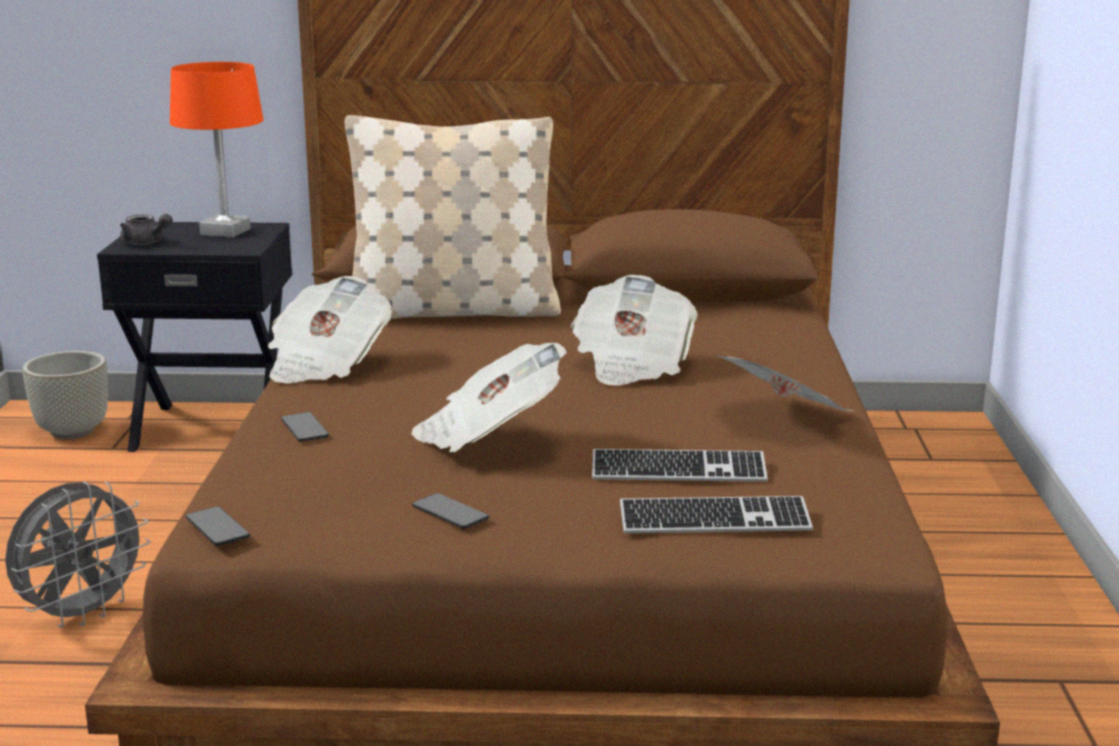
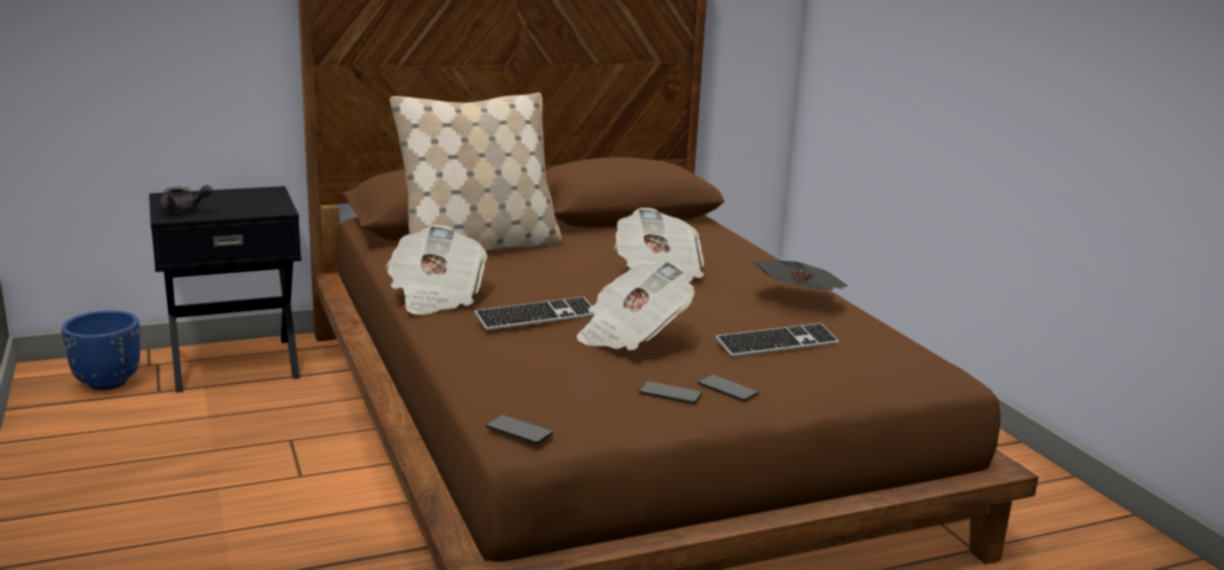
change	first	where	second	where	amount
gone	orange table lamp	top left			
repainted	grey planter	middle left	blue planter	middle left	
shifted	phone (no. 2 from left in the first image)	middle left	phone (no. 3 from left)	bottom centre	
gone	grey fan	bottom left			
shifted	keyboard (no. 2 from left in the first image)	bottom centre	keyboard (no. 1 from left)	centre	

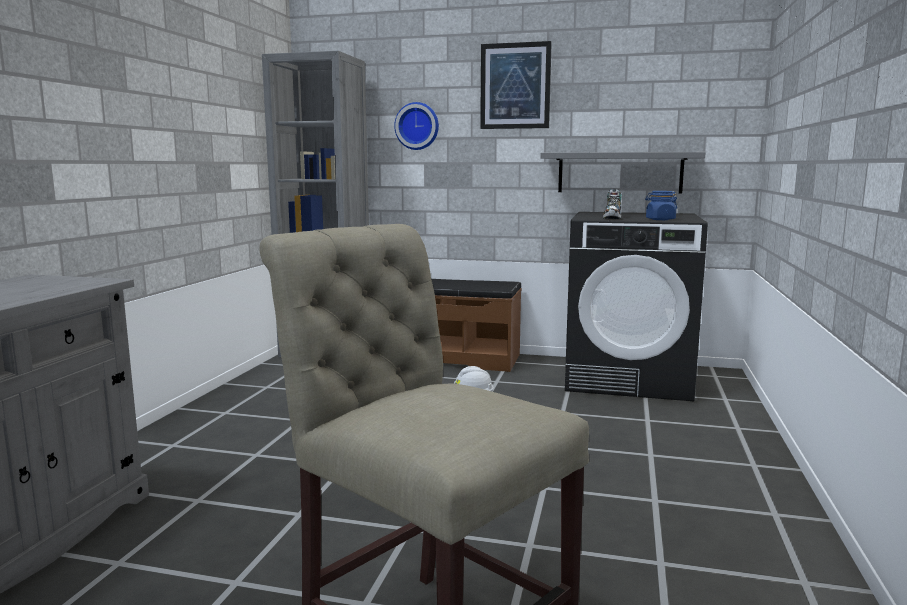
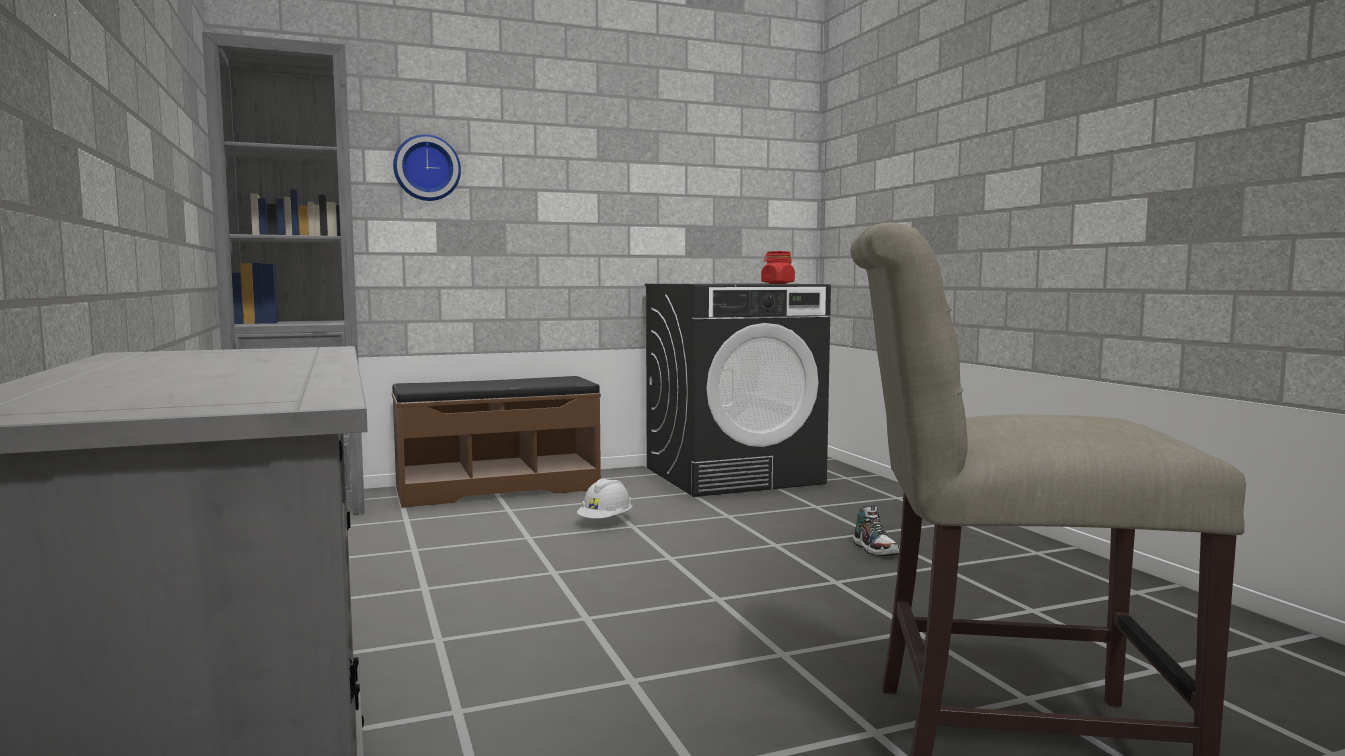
change	first	where	second	where	amount
gone	picture	top centre			
gone	grey shelf	top right			
shifted	shoe	middle right		bottom centre	
repainted	blue jar	middle right	red jar	centre	

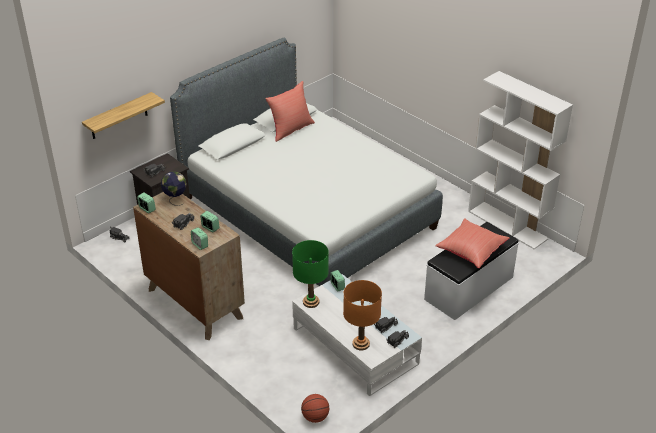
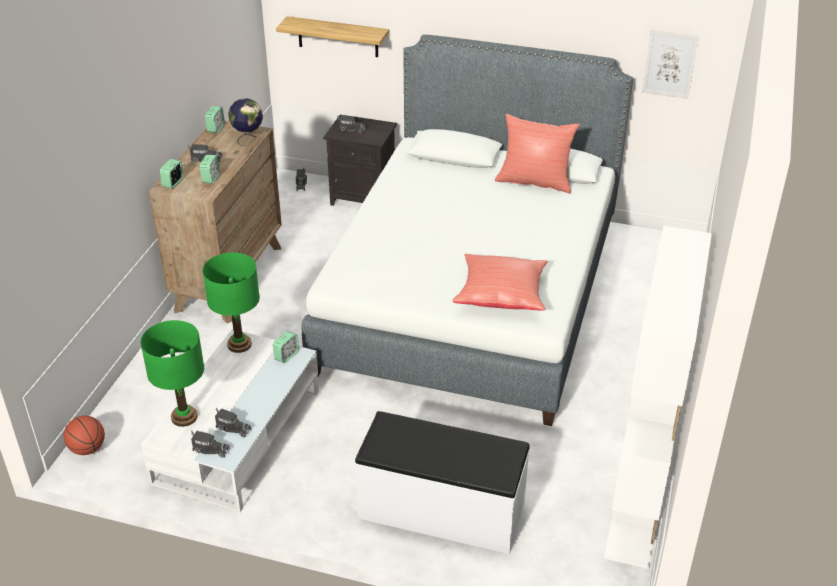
change	first	where	second	where	amount
shifted	red pillow (no. 2 from left in the first image)	middle right	red pillow (no. 1 from left)	centre	
repainted	orange table lamp	bottom centre	green table lamp (no. 1 from left)	middle left	
new			picture	top right	

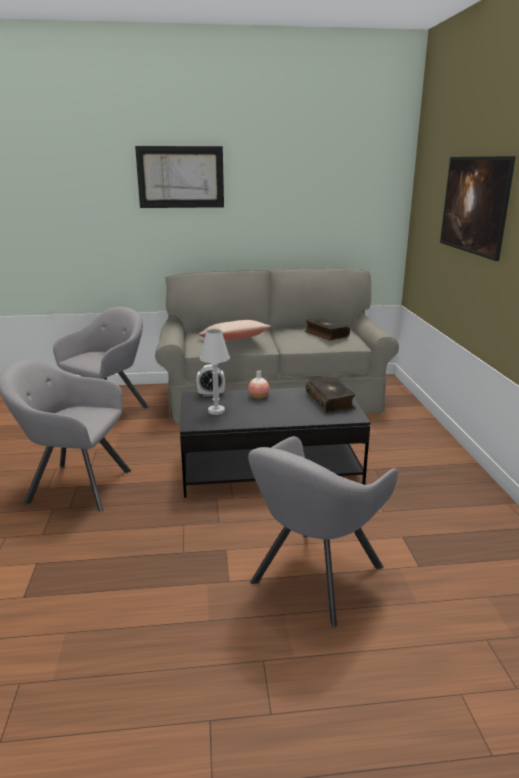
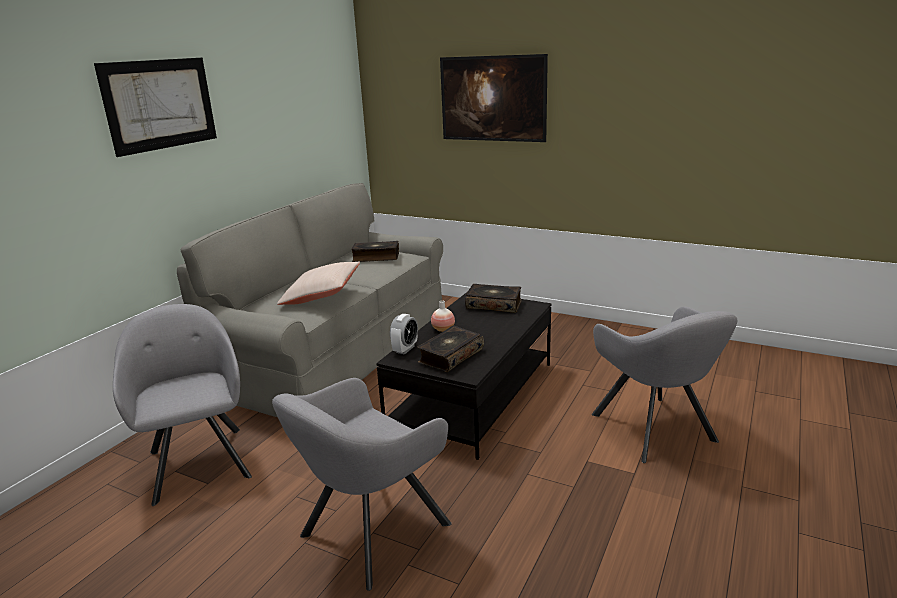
change	first	where	second	where	amount
swapped	white table lamp	centre	book (no. 2 from left)	centre	

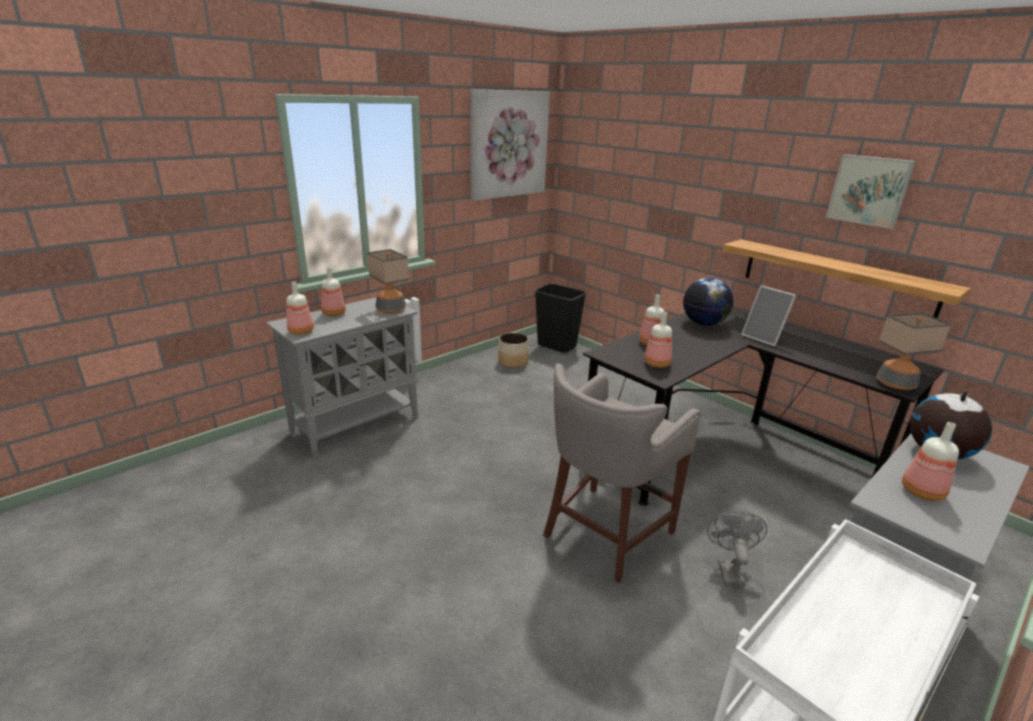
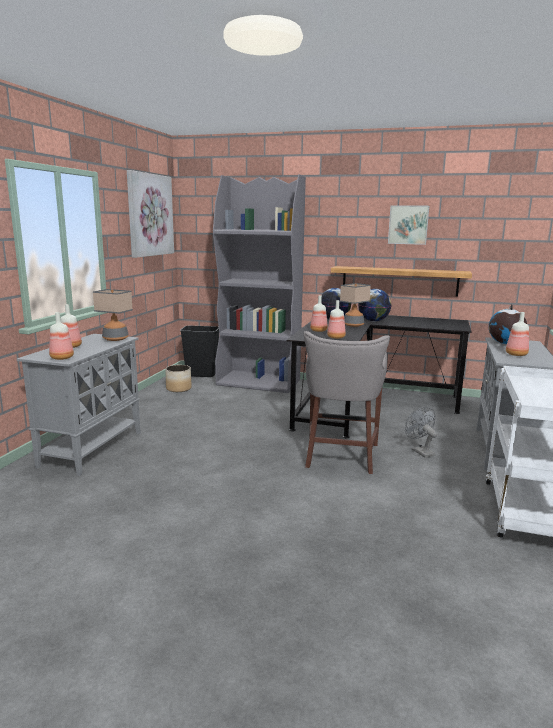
change	first	where	second	where	amount
swapped	picture frame	middle right	globe (no. 2 from left)	middle right	
shifted	table lamp (no. 2 from left)	middle right		centre	
new			grey bookcase	centre	

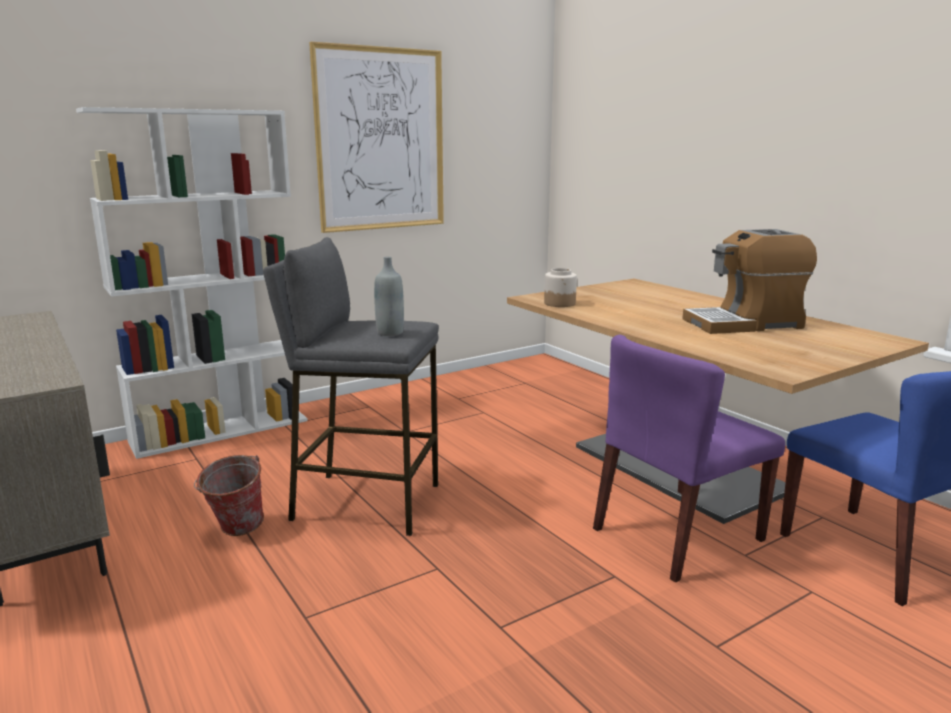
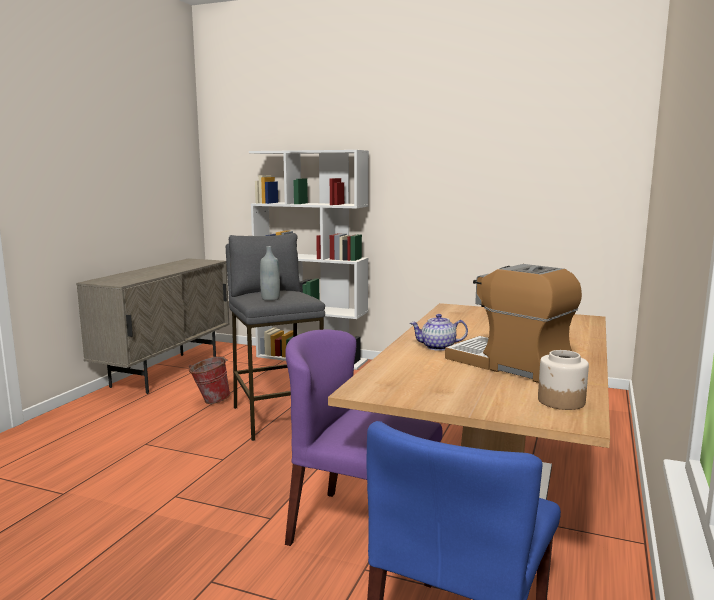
change	first	where	second	where	amount
gone	picture	top centre			
shifted	jar	centre		middle right	
new			teapot	centre	

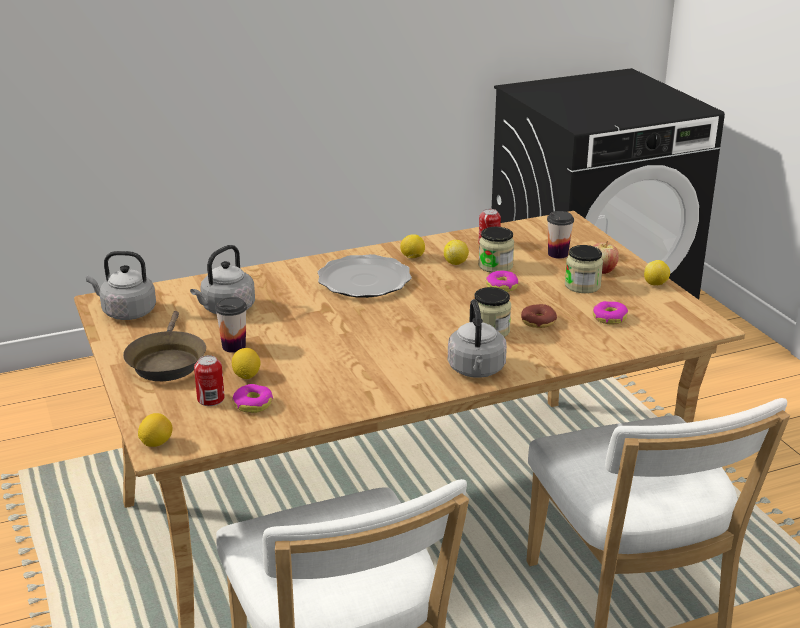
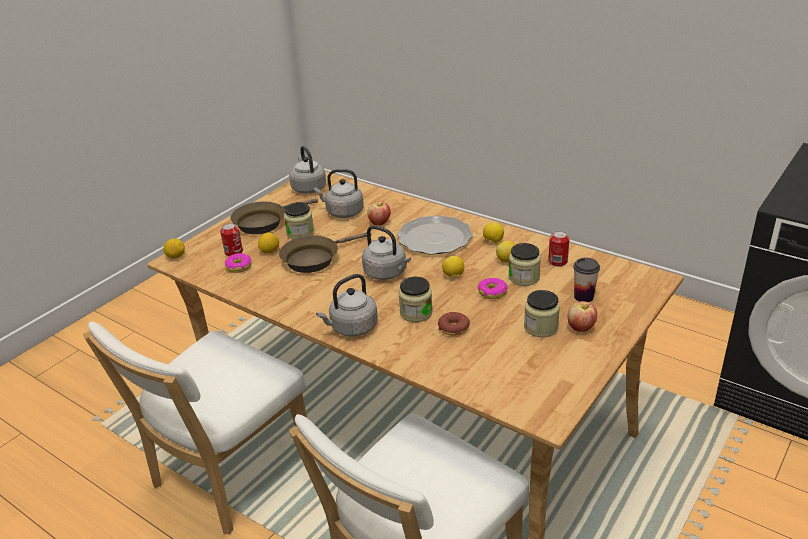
change	first	where	second	where	amount
shifted	lemon (no. 5 from left in the first image)	middle right	lemon (no. 3 from left)	centre	
swapped	cup (no. 1 from left)	middle left	jar (no. 1 from left)	centre	
gone	donut (no. 4 from left)	middle right			
new			apple (no. 1 from left)	centre	
new			grey kettle (no. 4 from left)	centre	
new			brown frying pan (no. 2 from left)	centre	

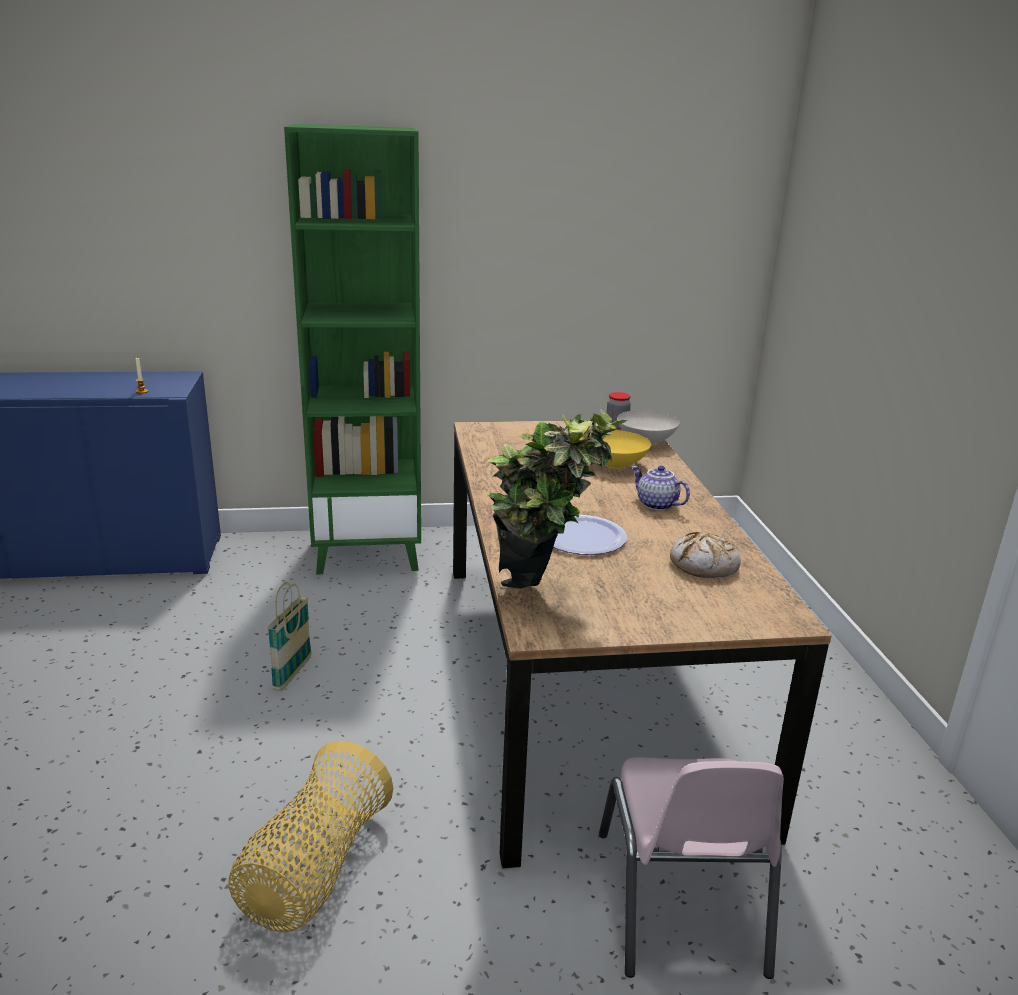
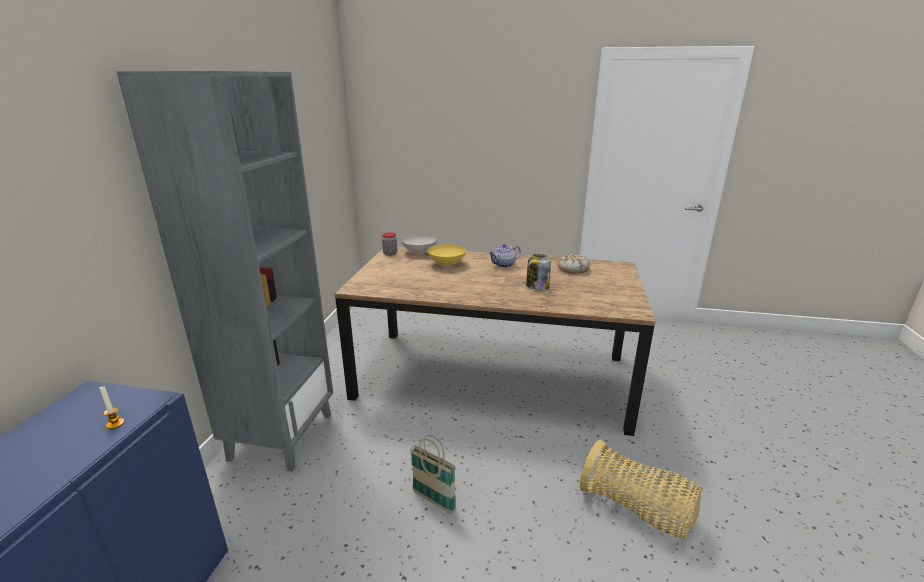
change	first	where	second	where	amount
repainted	green bookcase	centre	grey bookcase	middle left	
gone	potted plant	centre			
swapped	plate	centre	jar (no. 2 from left)	centre	
gone	pink chair	bottom right			

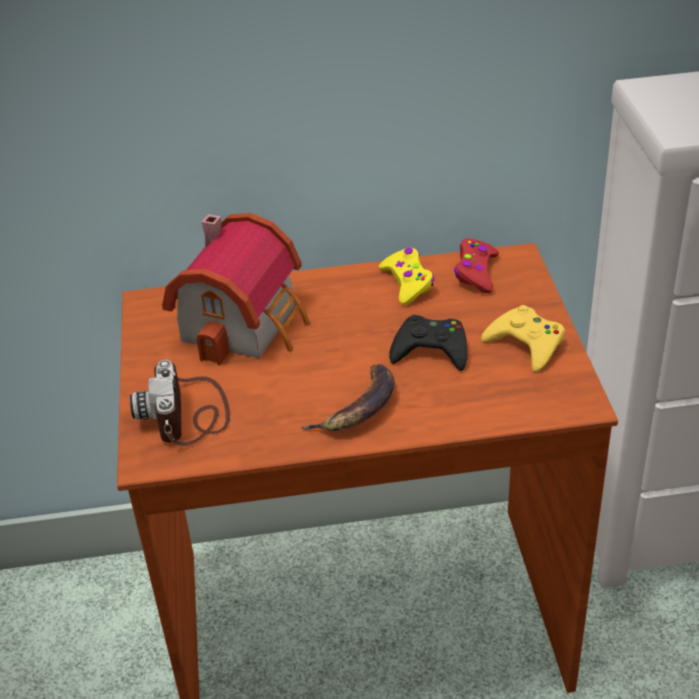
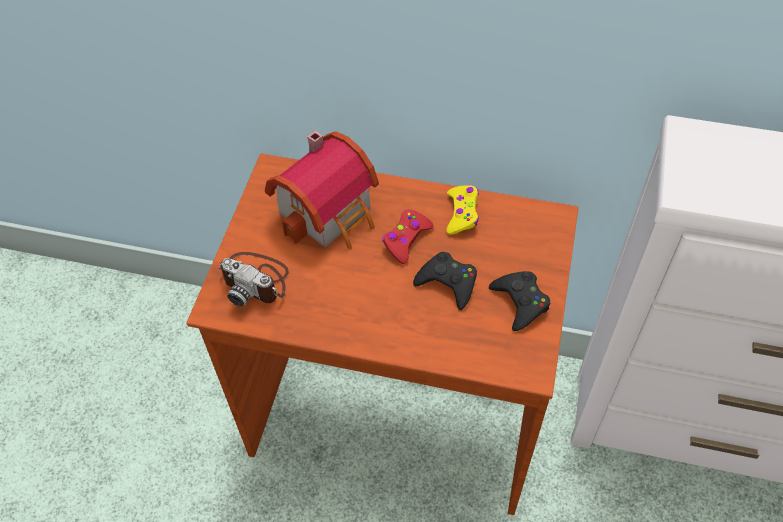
change	first	where	second	where	amount
shifted	red game controller	middle right		centre	
repainted	yellow game controller (no. 2 from left)	middle right	black game controller (no. 2 from left)	centre	
rotated	photo camera	middle left		middle left	75 degrees counterclockwise
gone	banana	centre			

